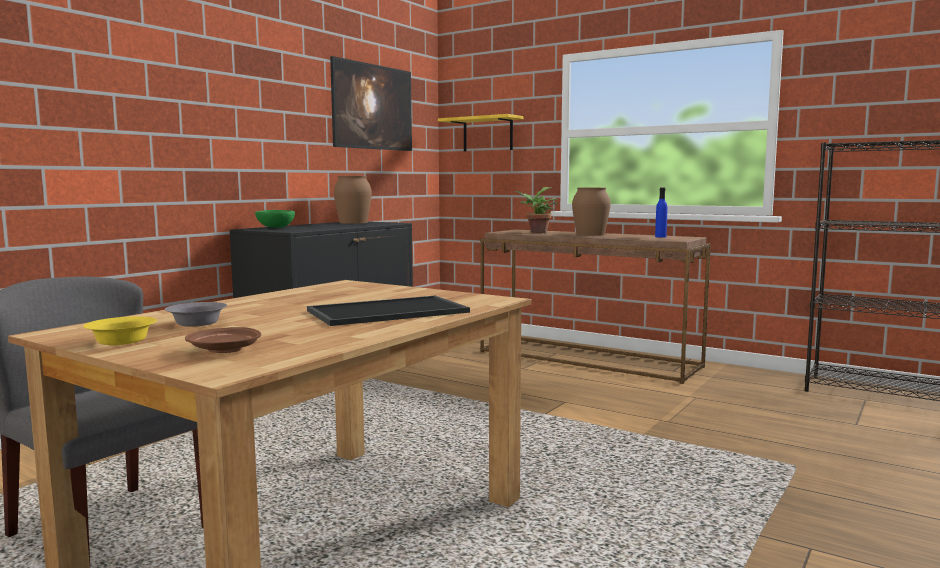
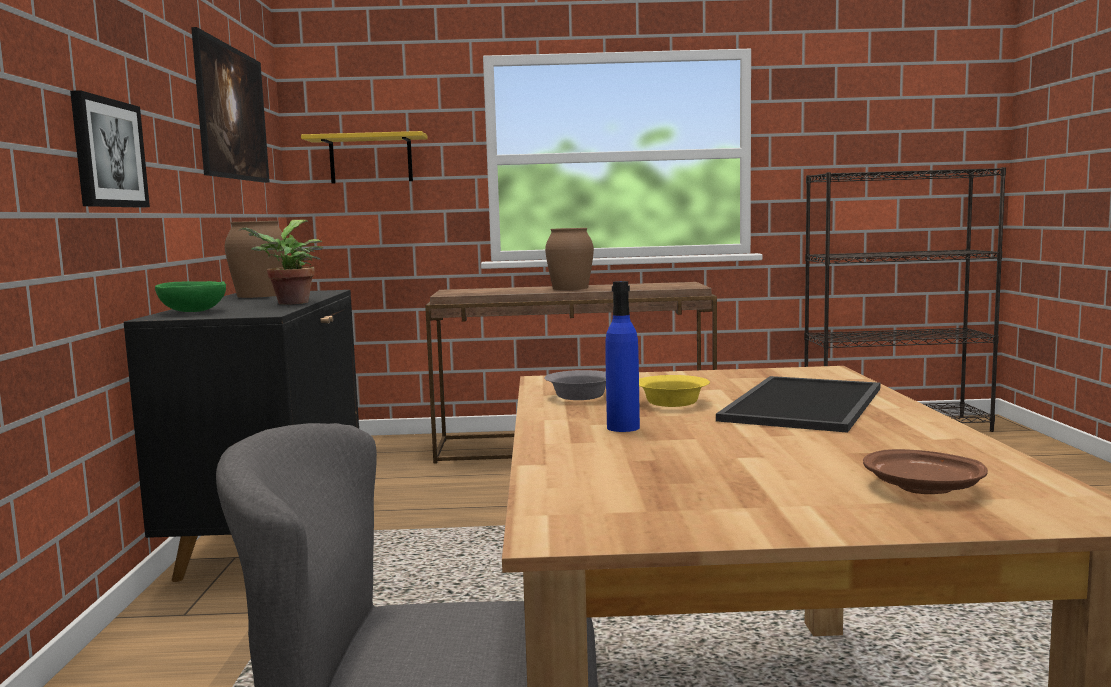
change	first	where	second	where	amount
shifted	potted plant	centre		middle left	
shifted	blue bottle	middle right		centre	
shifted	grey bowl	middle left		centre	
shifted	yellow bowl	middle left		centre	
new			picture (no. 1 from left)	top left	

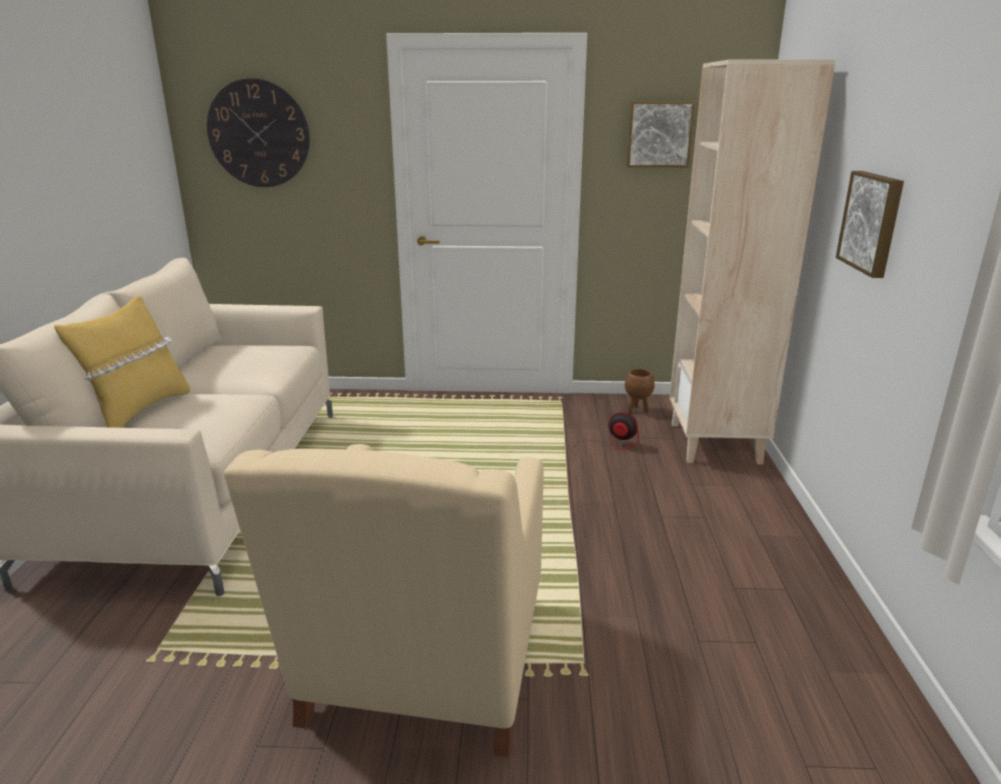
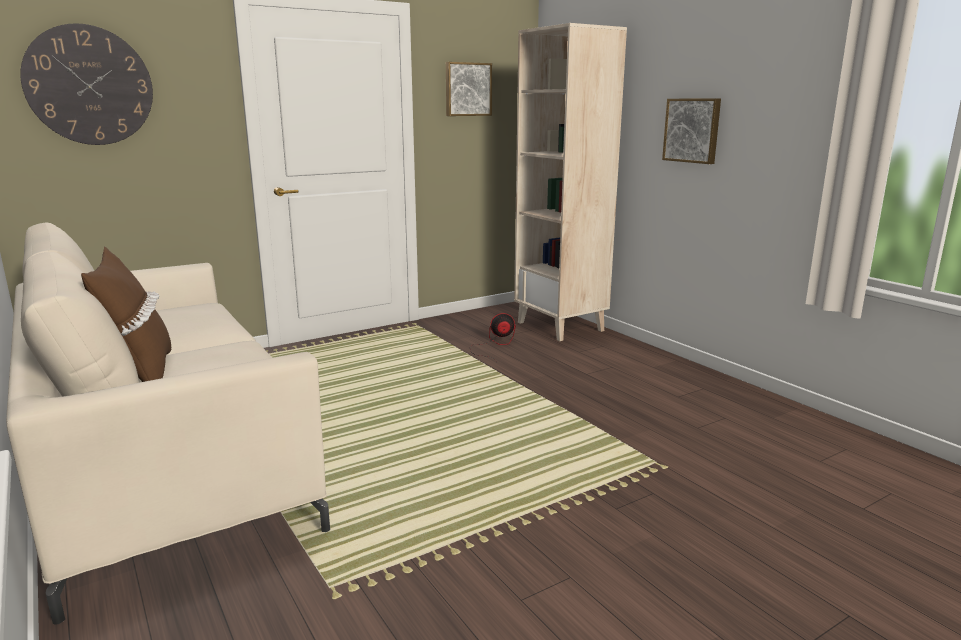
change	first	where	second	where	amount
repainted	yellow pillow	middle left	brown pillow	middle left	
gone	brown planter	centre			
gone	beige armchair	bottom centre			

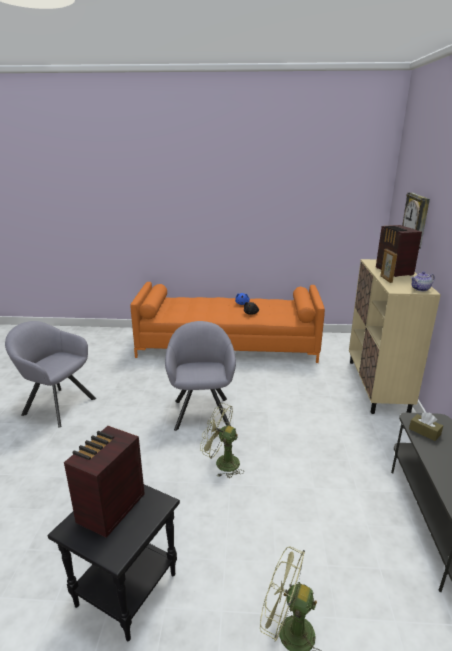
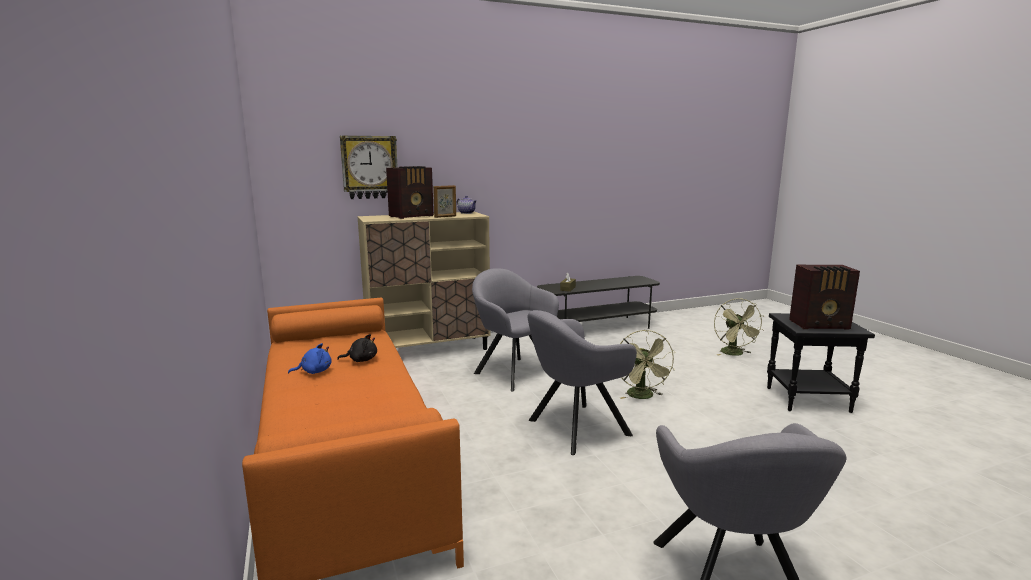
change	first	where	second	where	amount
new			grey armchair (no. 1 from left)	centre	

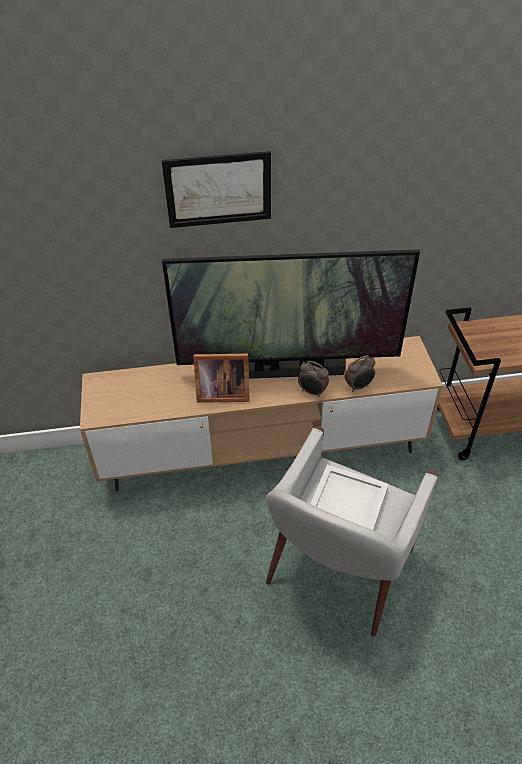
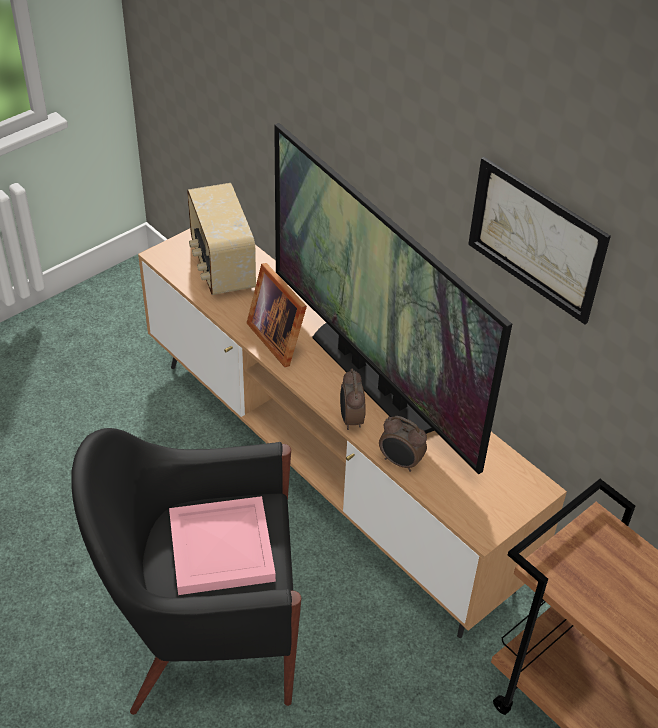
change	first	where	second	where	amount
shifted	picture	top centre		top right	
repainted	white armchair	bottom right	black armchair	bottom left	
repainted	white tray	middle right	pink tray	bottom centre	
new			radio	top centre	

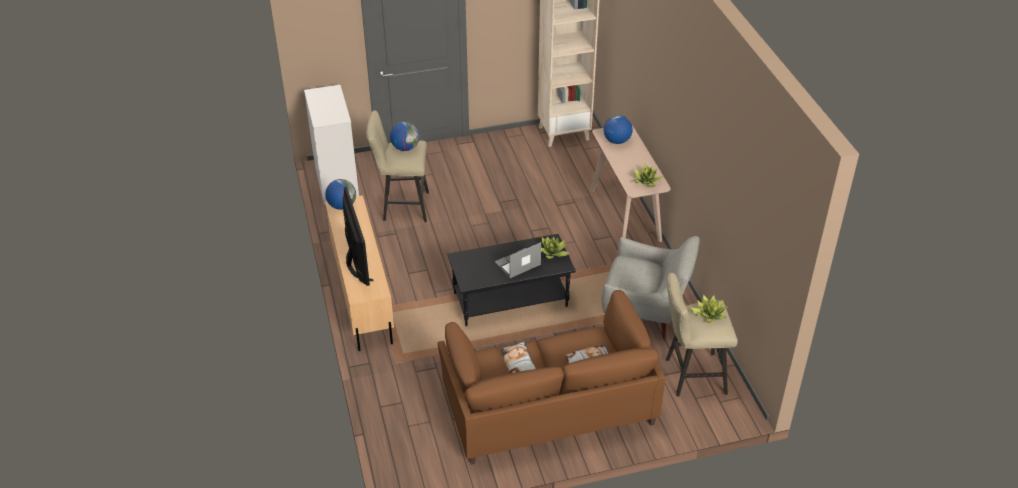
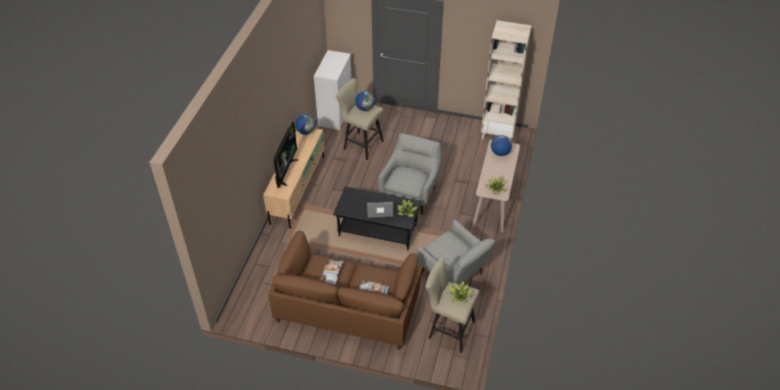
change	first	where	second	where	amount
new			grey armchair (no. 1 from left)	centre	

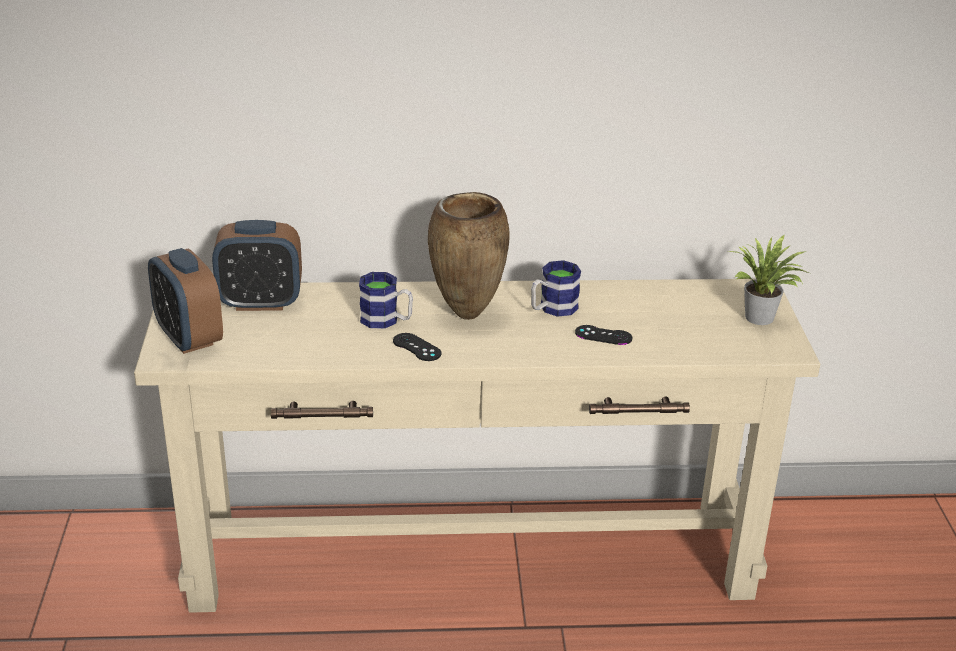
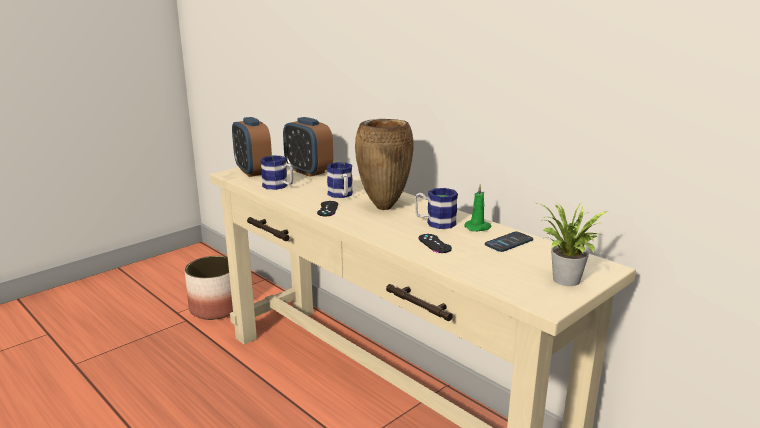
change	first	where	second	where	amount
rotated	alarm clock (no. 1 from left)	middle left		middle left	45 degrees counterclockwise
new			mug (no. 1 from left)	centre	
new			green candle	centre	
new			phone	middle right	
new			planter	bottom left	

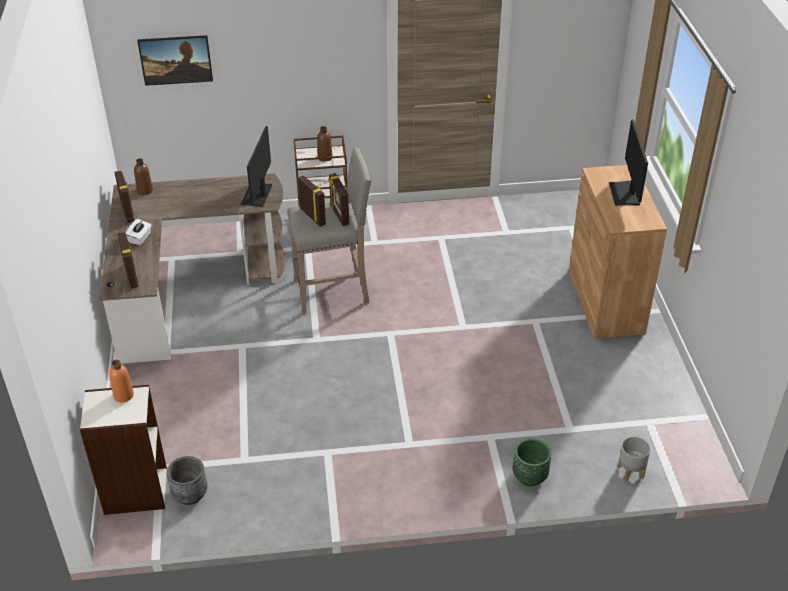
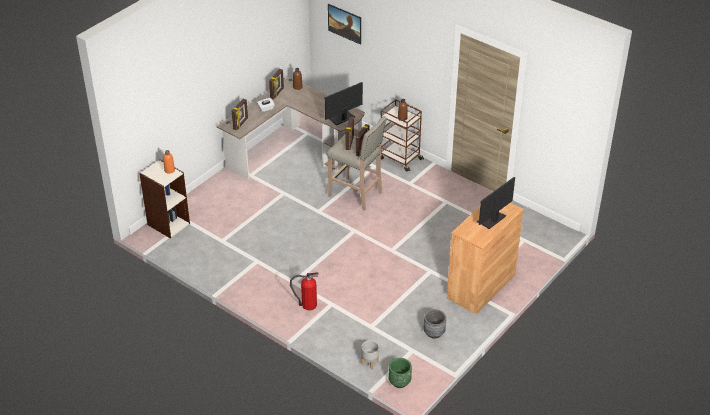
change	first	where	second	where	amount
shifted	green planter	bottom right		bottom centre	
shifted	grey planter (no. 1 from left in the first image)	bottom left	grey planter (no. 2 from left)	bottom centre	
new			fire extinguisher	bottom centre	

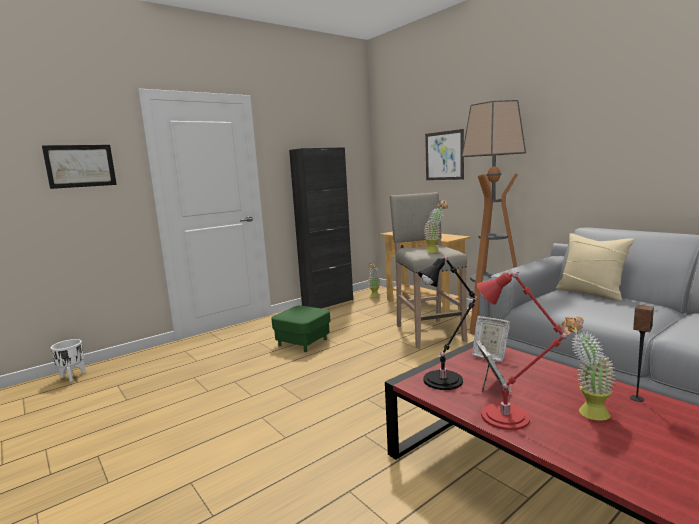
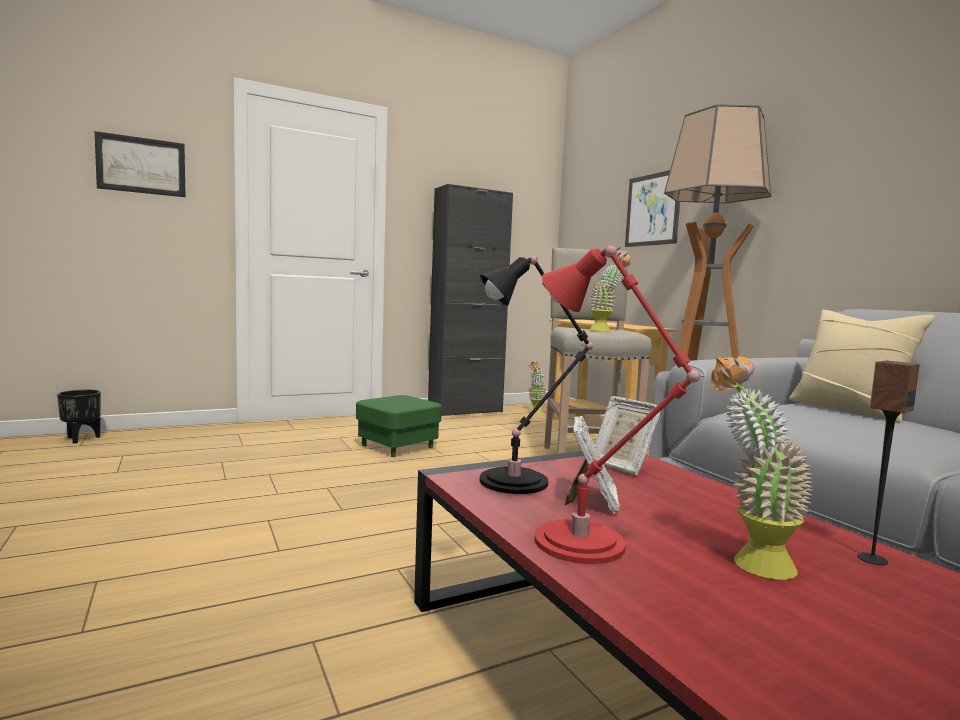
change	first	where	second	where	amount
repainted	white planter	bottom left	black planter	middle left	

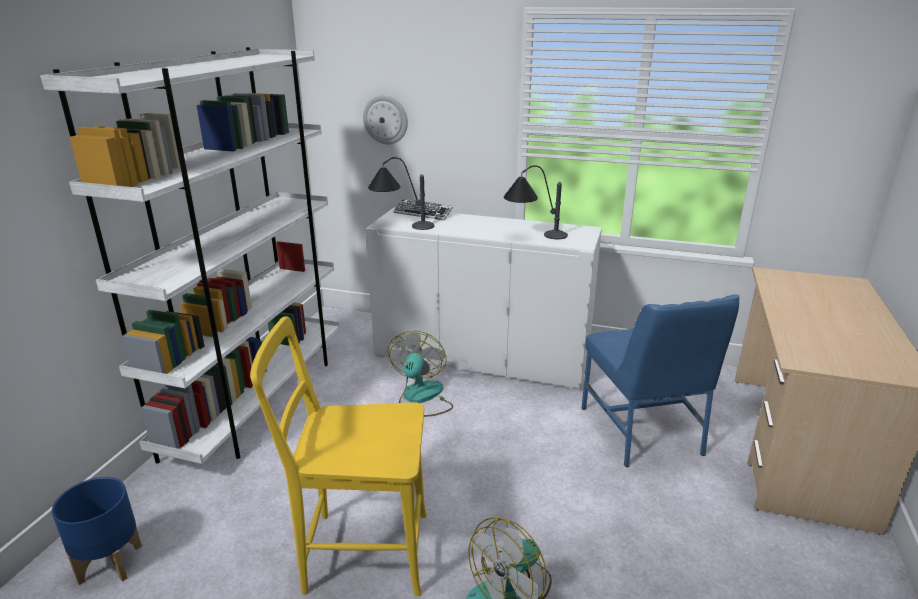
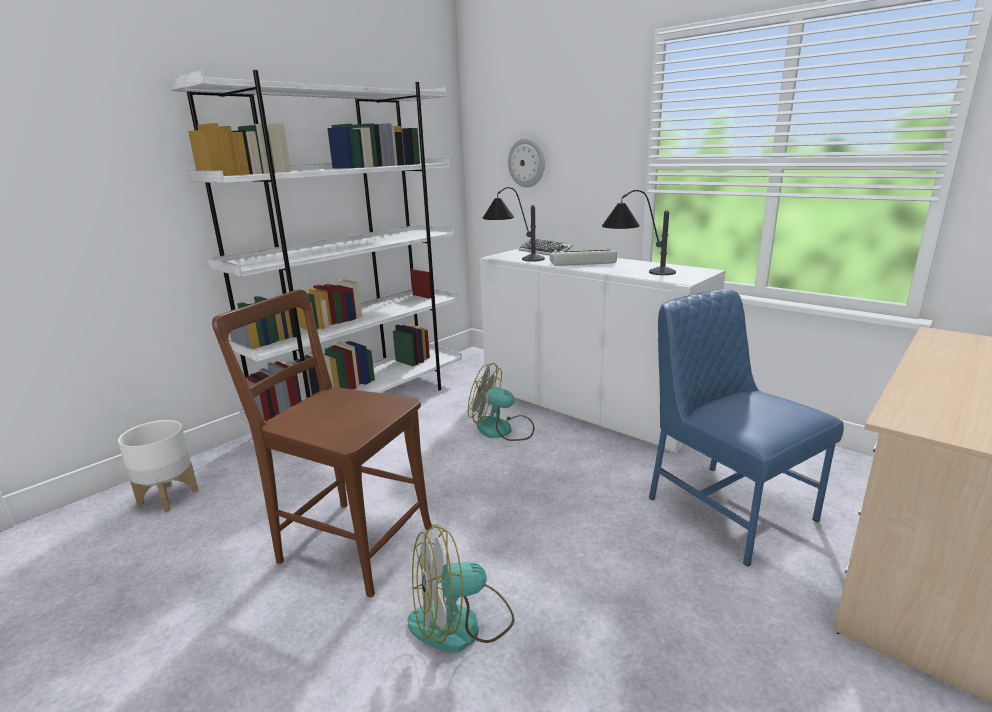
change	first	where	second	where	amount
rotated	blue chair	middle right		middle right	135 degrees clockwise
repainted	yellow chair	bottom centre	brown chair	middle left	
rotated	fan (no. 1 from left in the first image)	centre	fan (no. 2 from left)	centre	105 degrees counterclockwise
repainted	blue planter	bottom left	white planter	middle left	
new			keyboard (no. 2 from left)	centre	

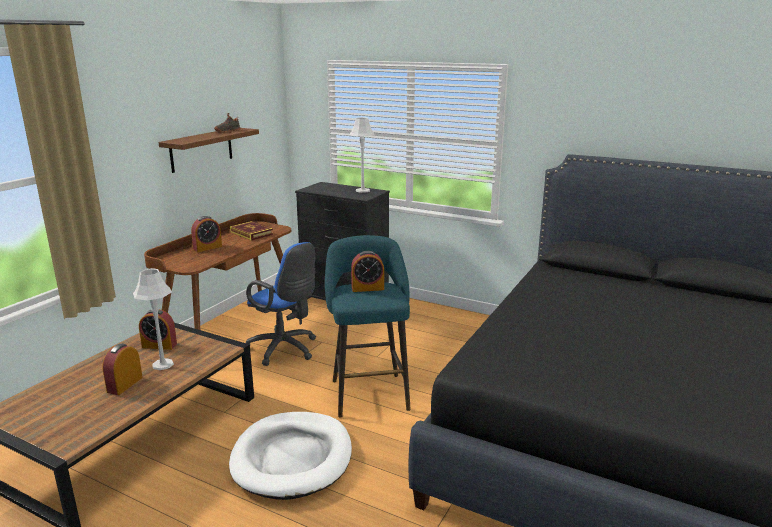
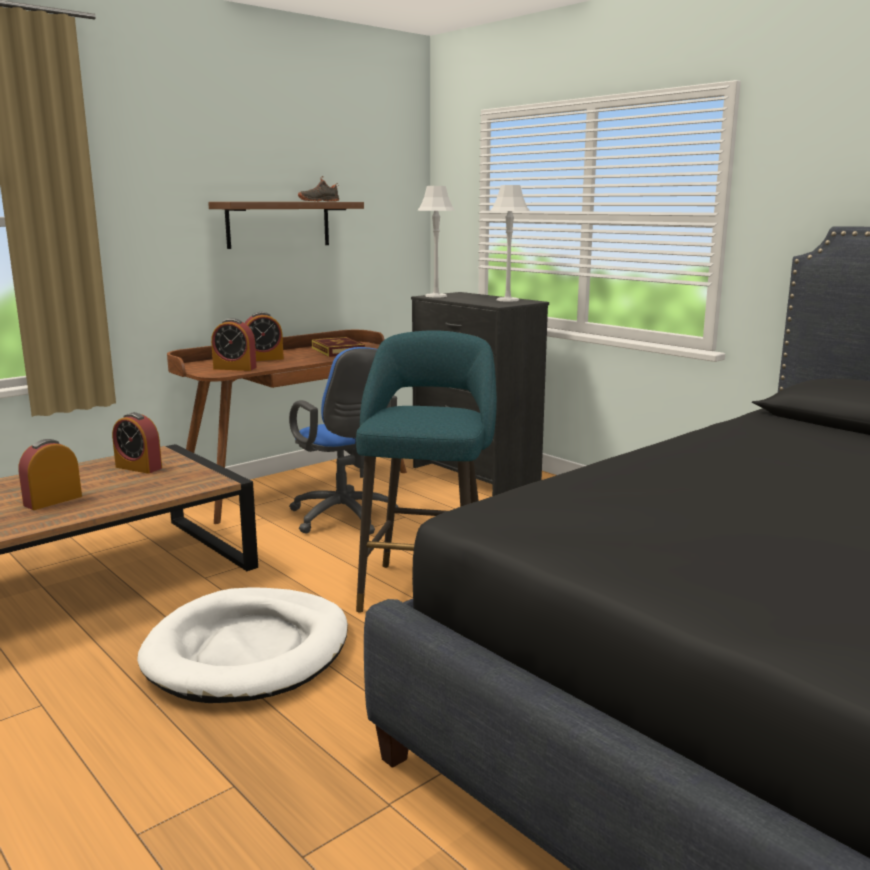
change	first	where	second	where	amount
shifted	alarm clock (no. 4 from left in the first image)	centre	alarm clock (no. 3 from left)	middle left	
shifted	grey table lamp (no. 1 from left)	middle left		top centre	

